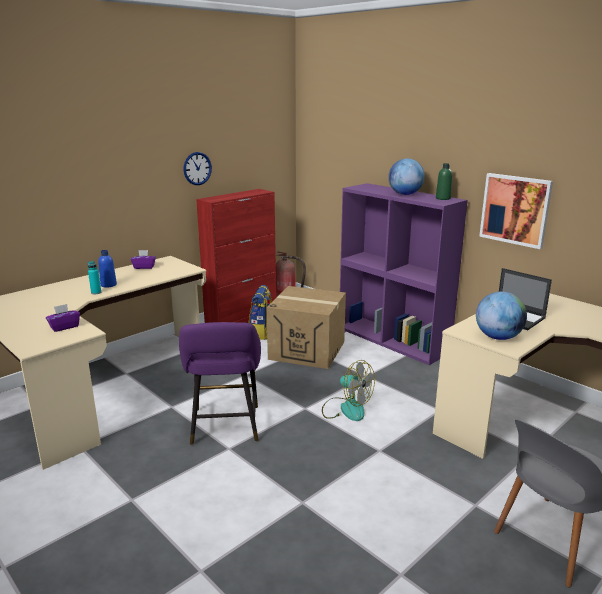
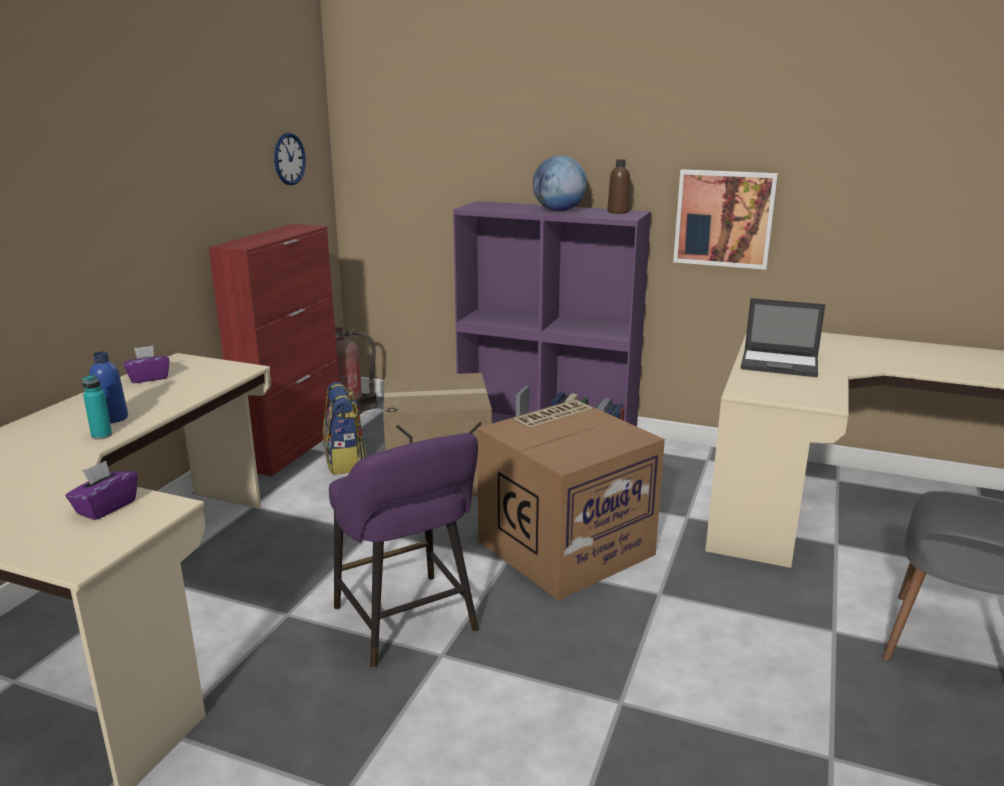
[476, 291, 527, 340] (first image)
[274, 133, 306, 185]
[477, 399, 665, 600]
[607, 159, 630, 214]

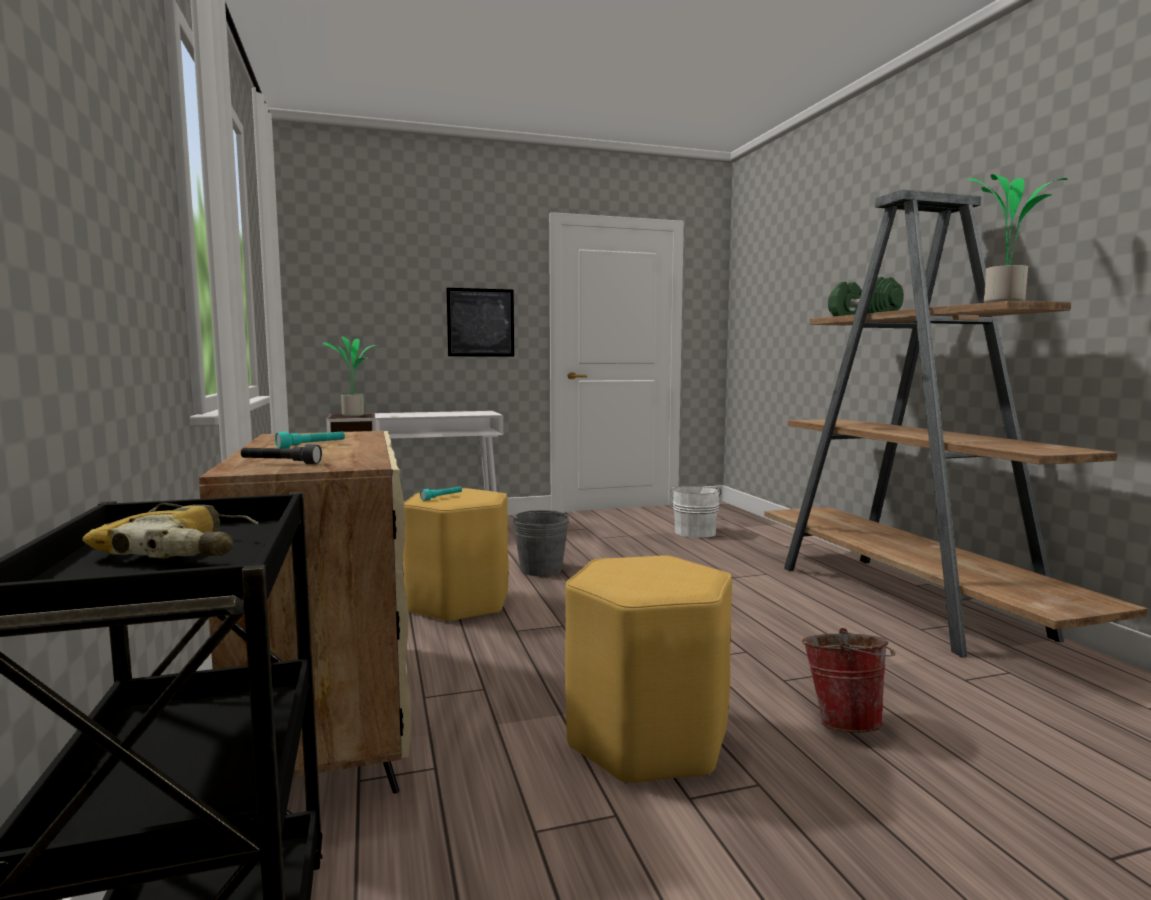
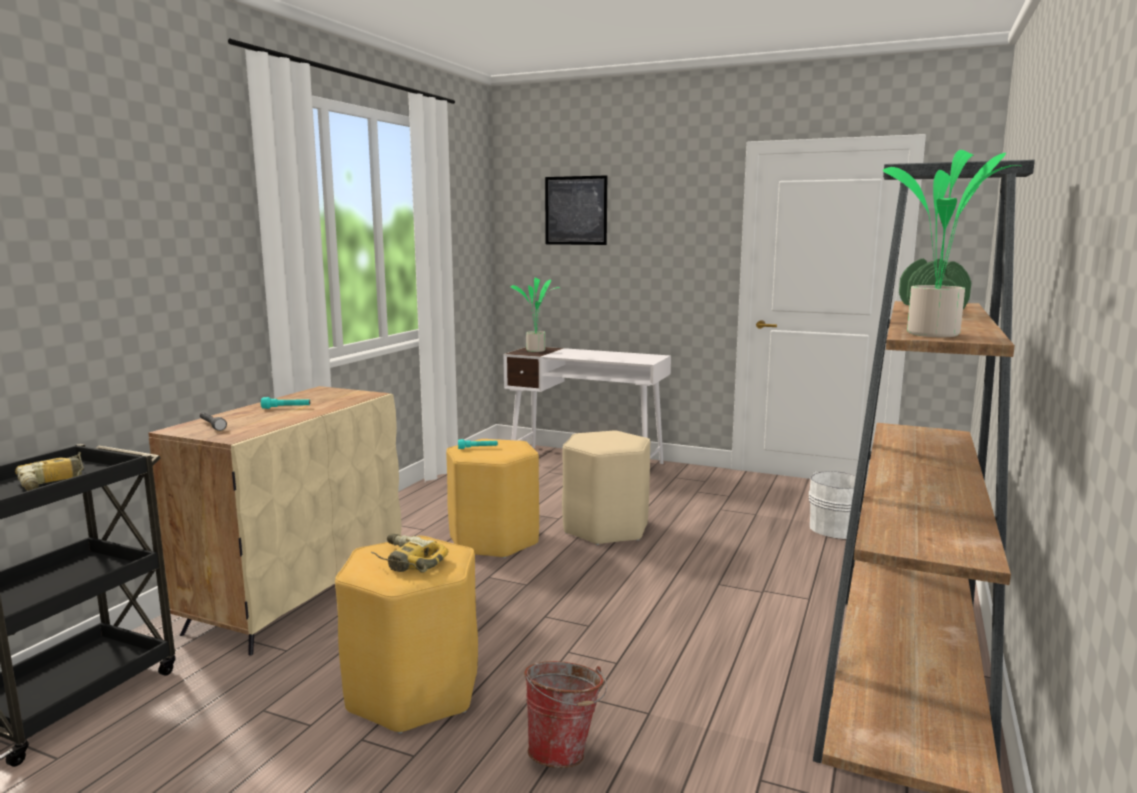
[371, 533, 449, 573]
[545, 175, 607, 245]
[562, 431, 650, 545]

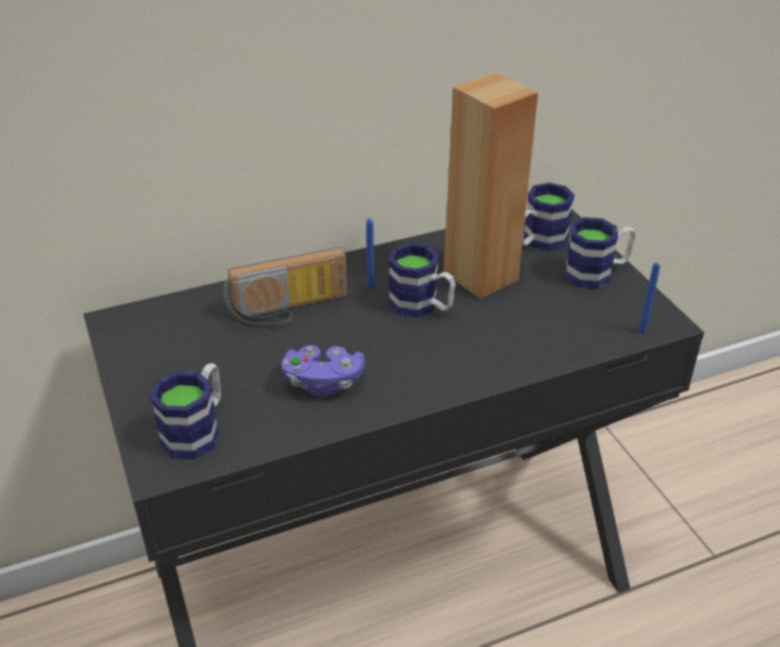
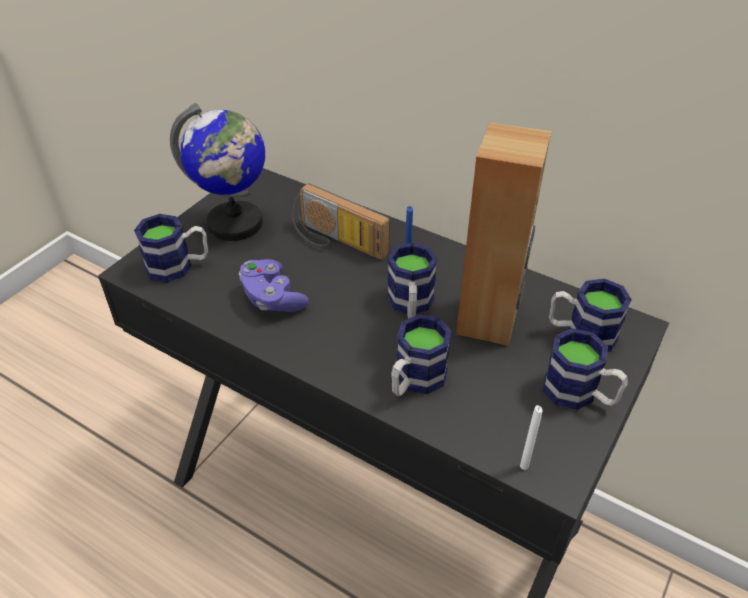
[170, 103, 265, 241]
[391, 314, 451, 396]
[520, 405, 543, 470]

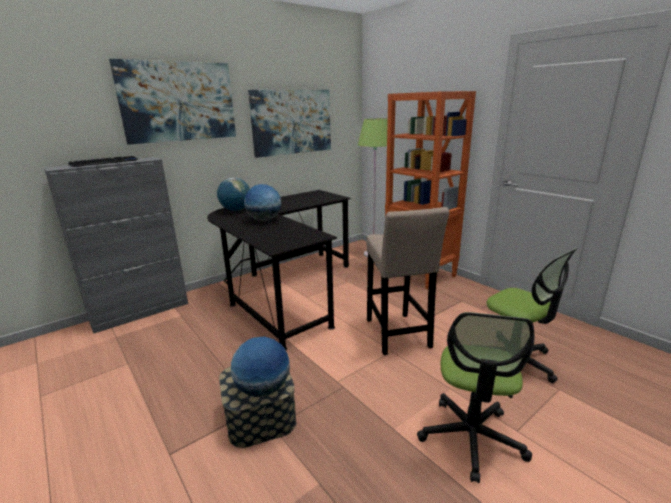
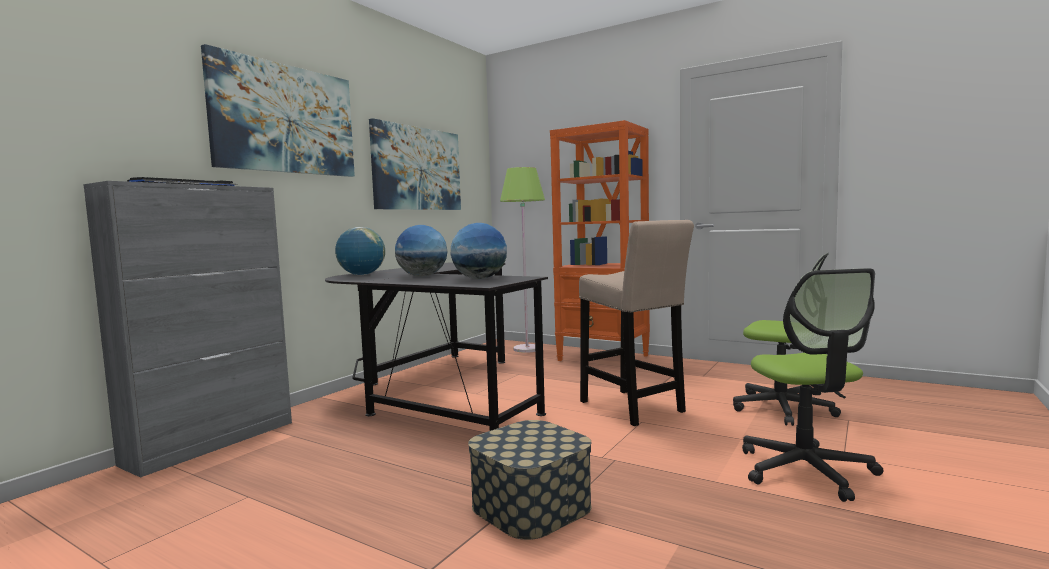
[451, 223, 507, 279]

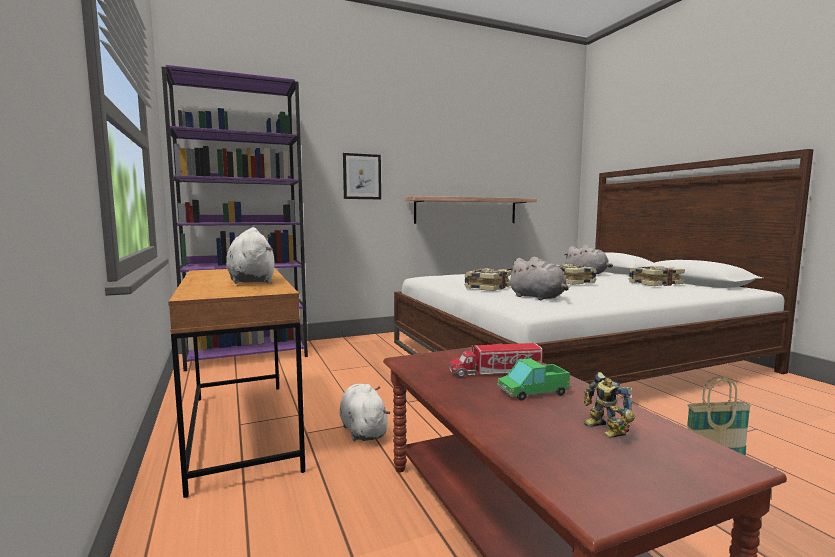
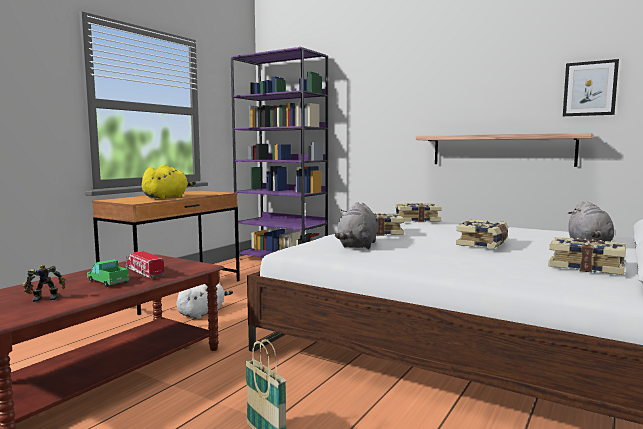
[395, 203, 442, 222]
[563, 59, 619, 116]
[142, 164, 196, 199]
[22, 265, 66, 302]

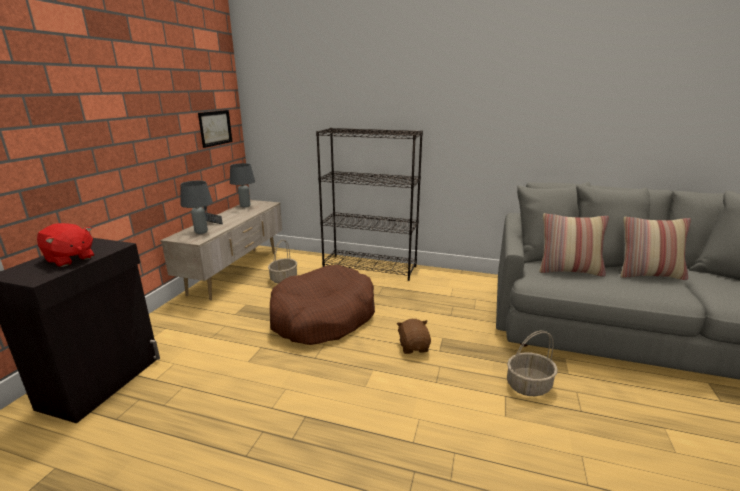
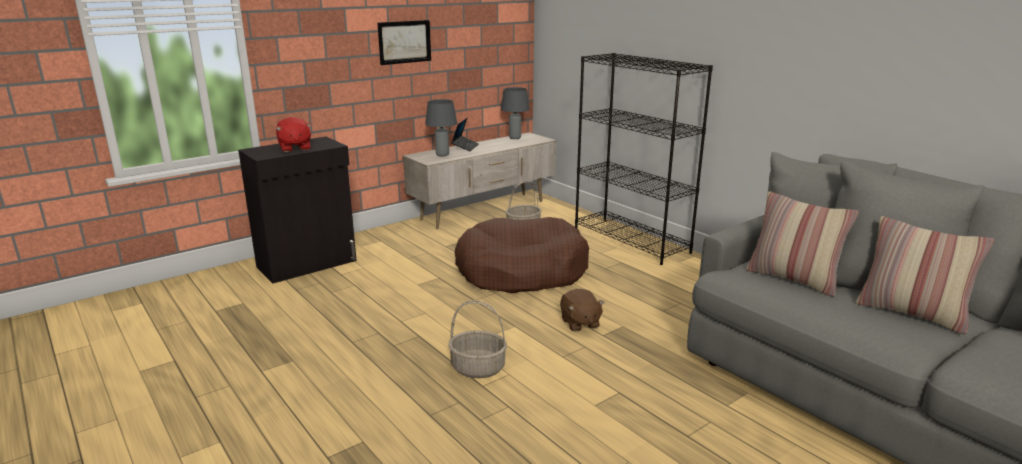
[378, 20, 431, 65]
[448, 300, 507, 378]
[560, 289, 605, 332]

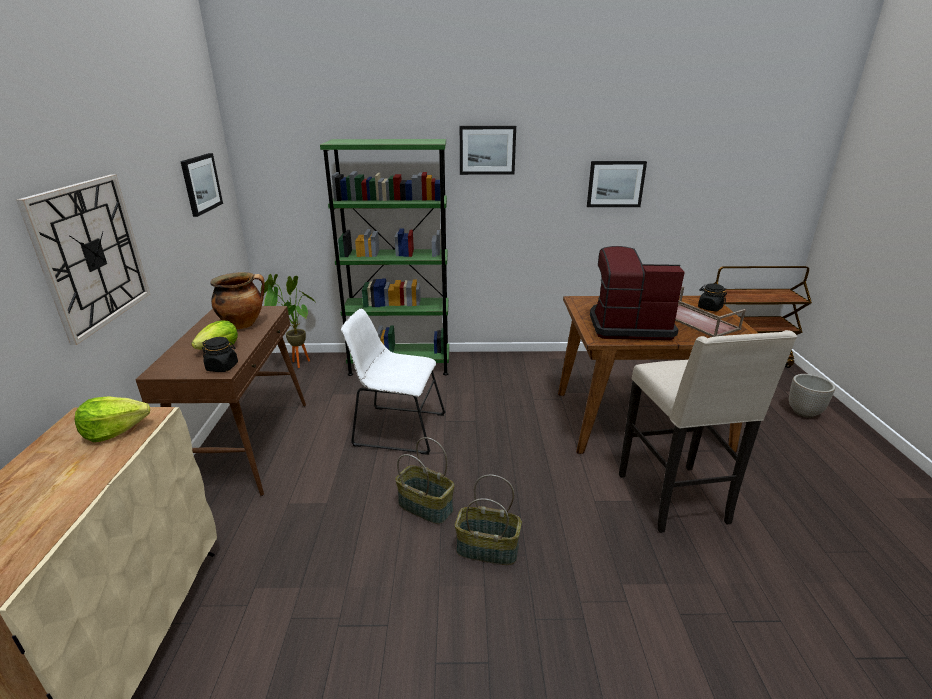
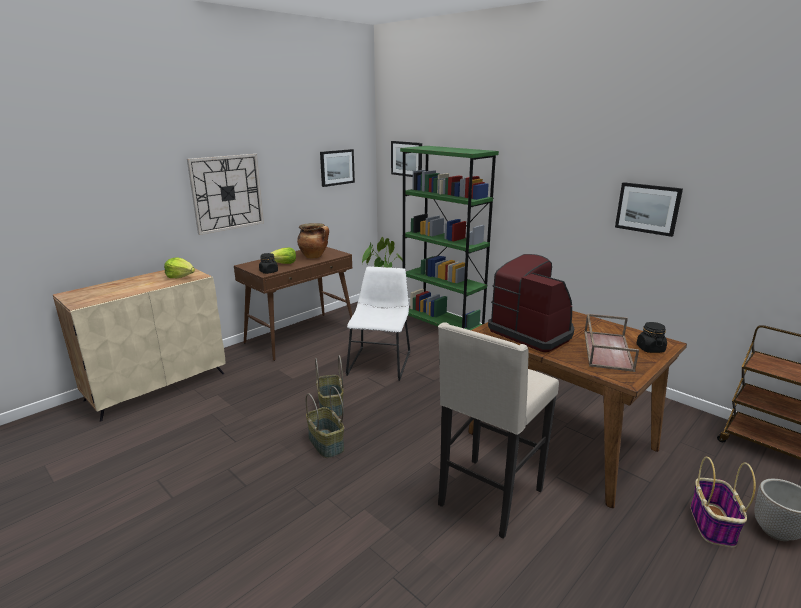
[690, 457, 756, 547]
[391, 141, 422, 177]
[346, 266, 410, 381]

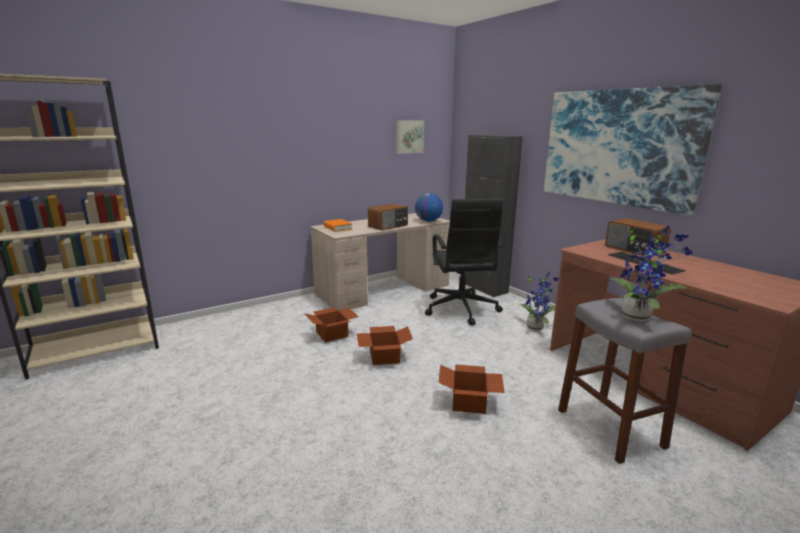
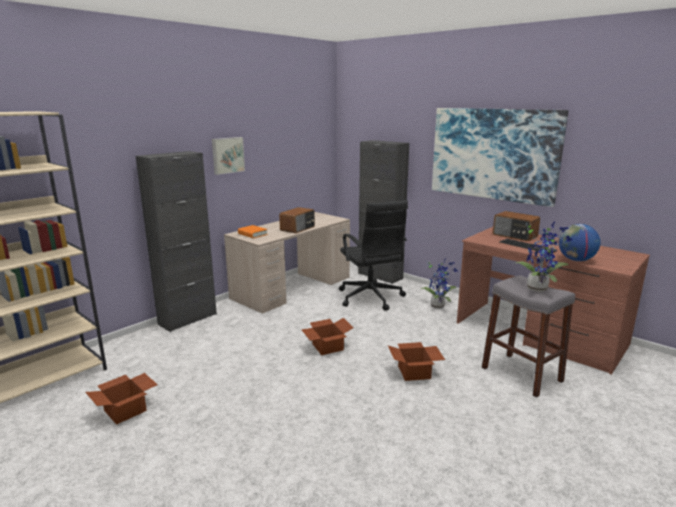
[136, 151, 217, 332]
[85, 373, 158, 425]
[212, 137, 245, 175]
[559, 224, 601, 261]

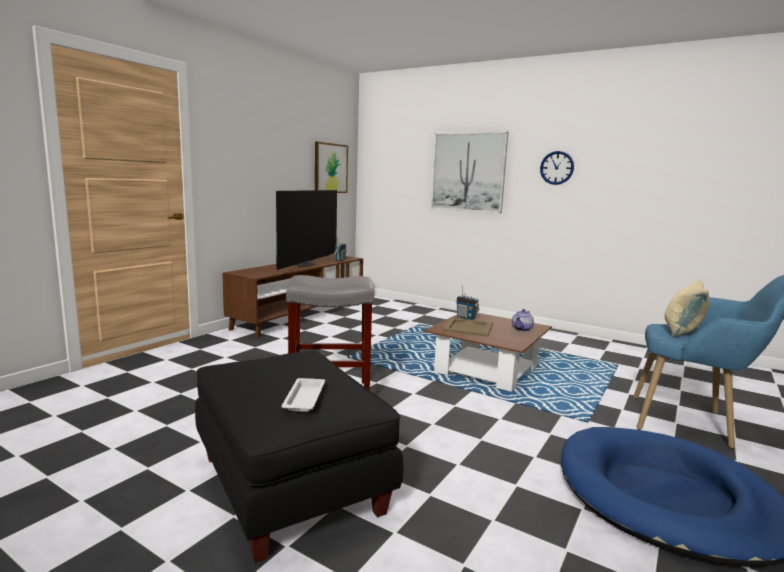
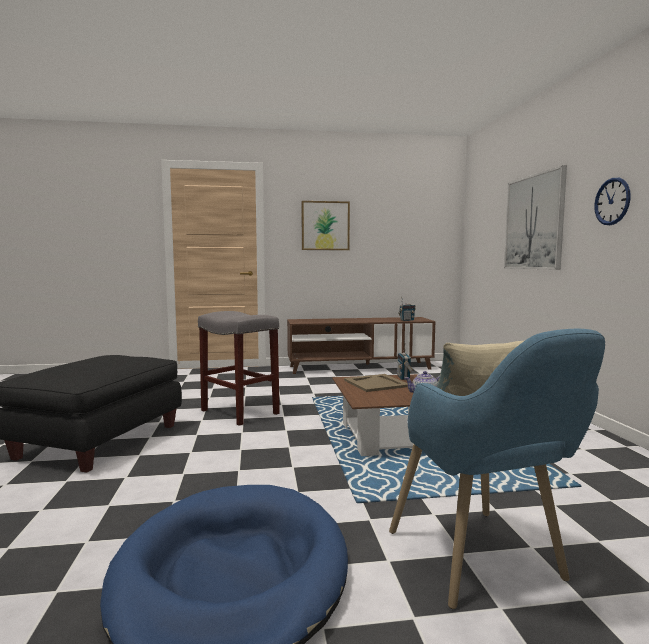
[276, 190, 337, 270] (first image)
[282, 378, 325, 412] (first image)
[301, 201, 350, 250]

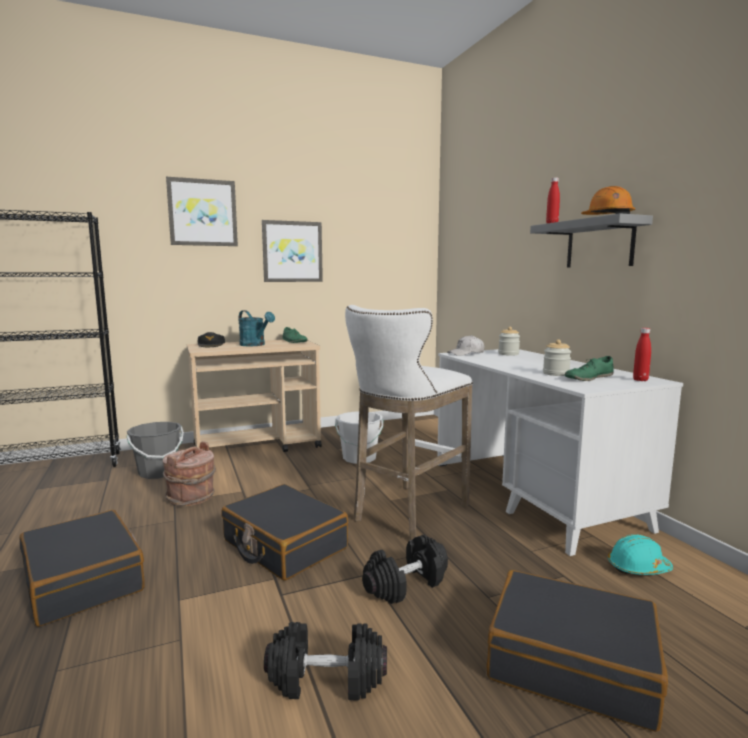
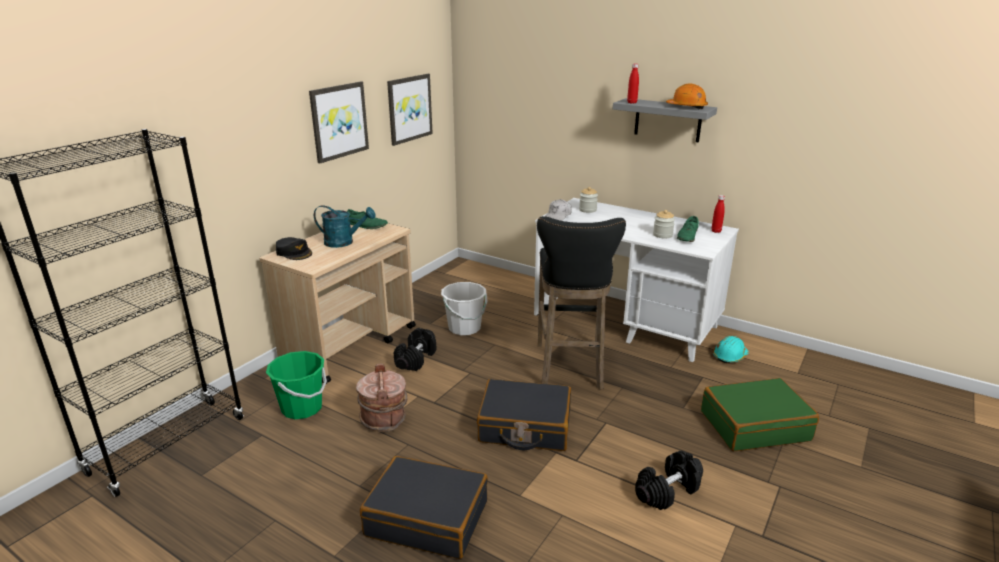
[387, 74, 433, 146]
[394, 328, 436, 371]
[266, 351, 327, 419]
[537, 216, 626, 389]
[701, 378, 819, 451]

